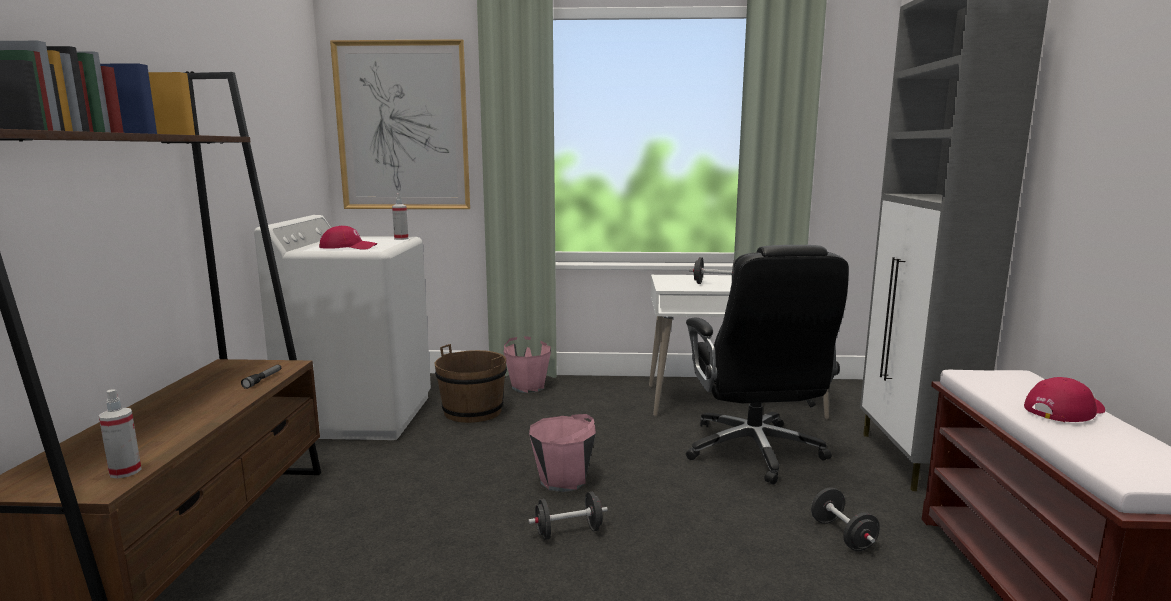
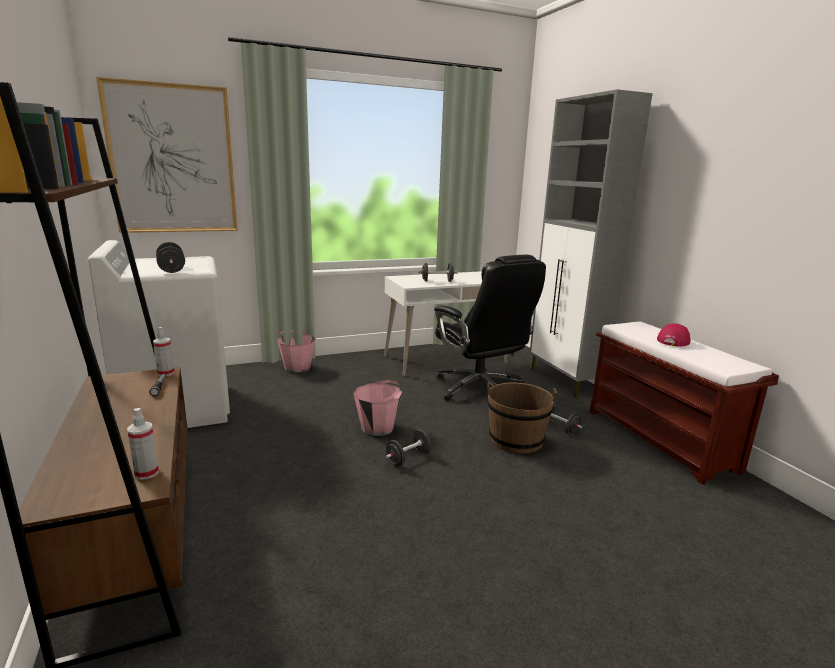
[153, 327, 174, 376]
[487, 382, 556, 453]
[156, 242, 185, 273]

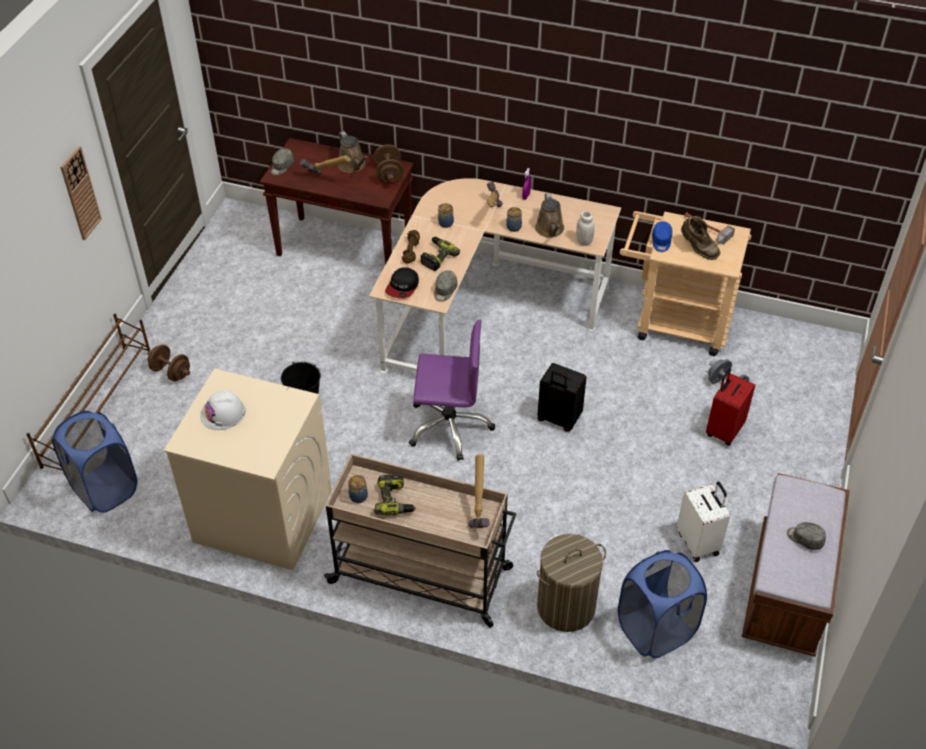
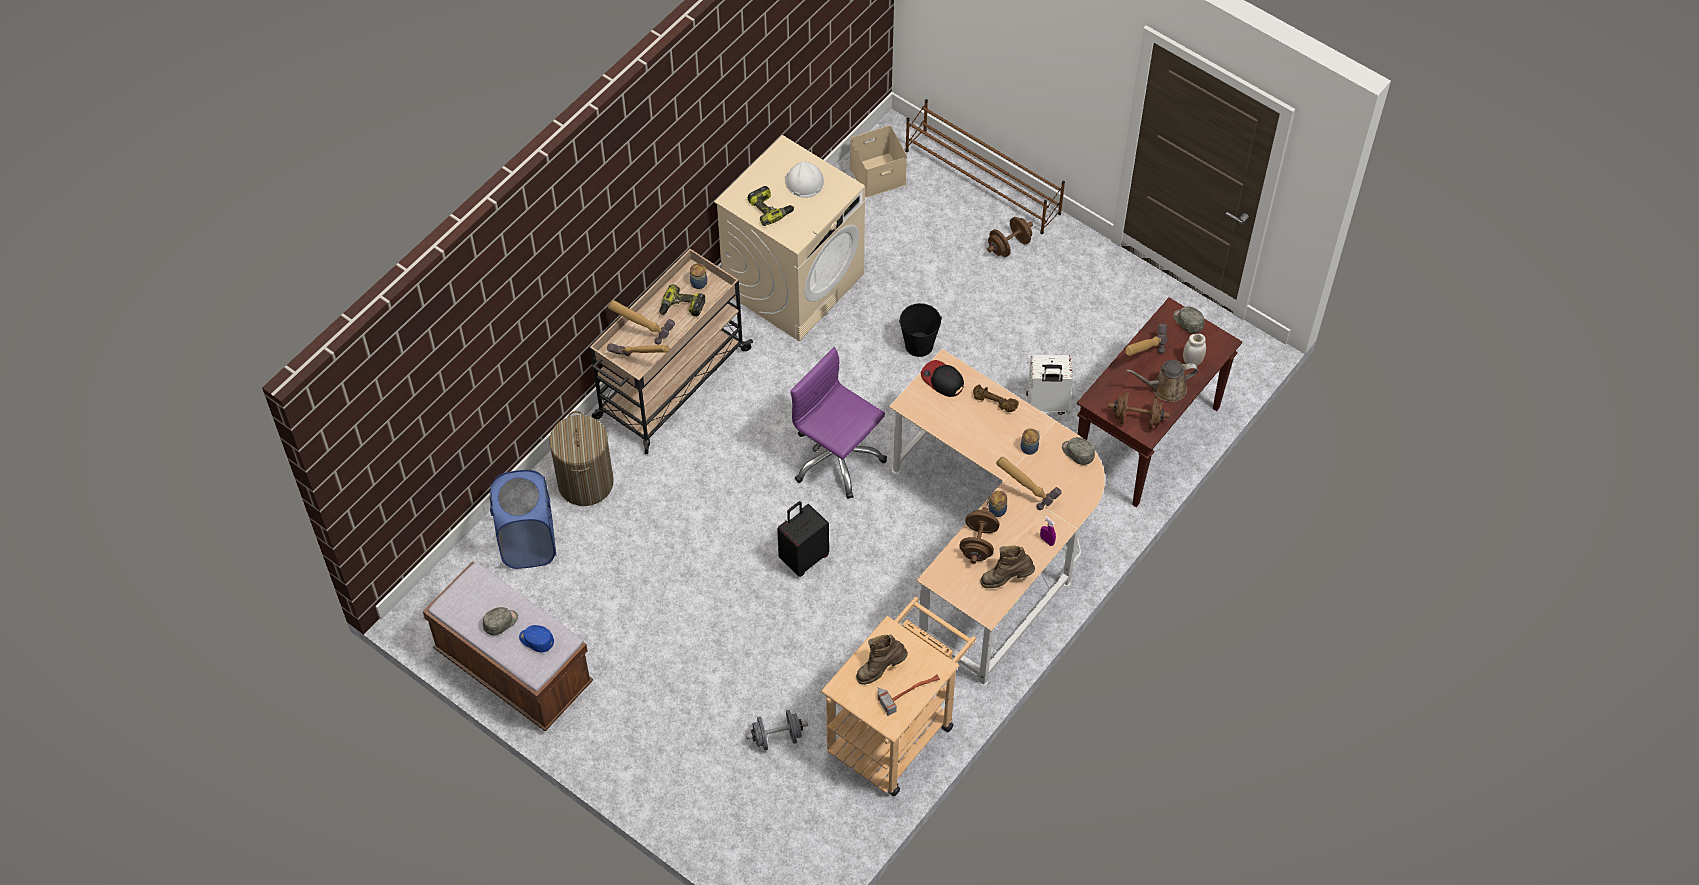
[60, 146, 102, 240] (first image)
[706, 368, 755, 445] (first image)
[608, 300, 675, 345]
[981, 546, 1035, 588]
[748, 186, 794, 226]
[1062, 437, 1095, 465]
[1183, 334, 1206, 365]
[519, 625, 554, 653]
[1026, 355, 1073, 415]
[850, 125, 907, 198]
[959, 507, 1000, 564]
[790, 347, 887, 499]

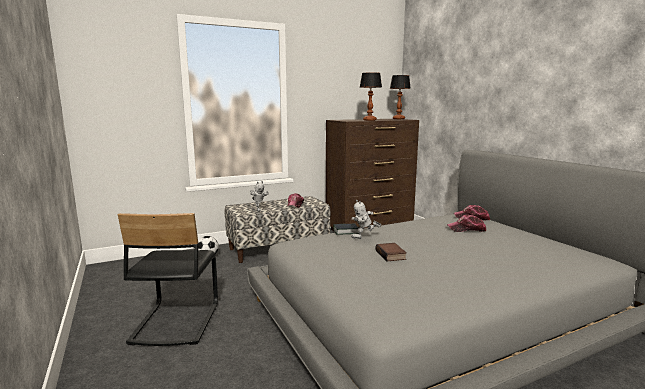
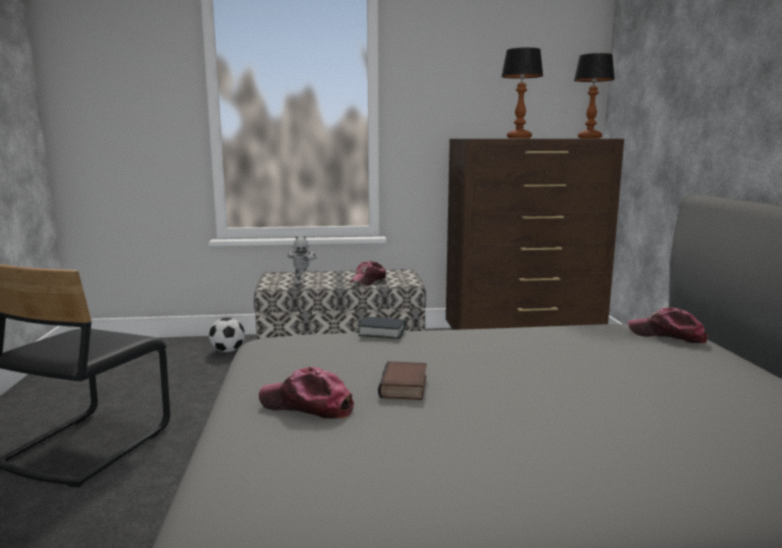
[351, 200, 381, 239] (first image)
[259, 367, 354, 419]

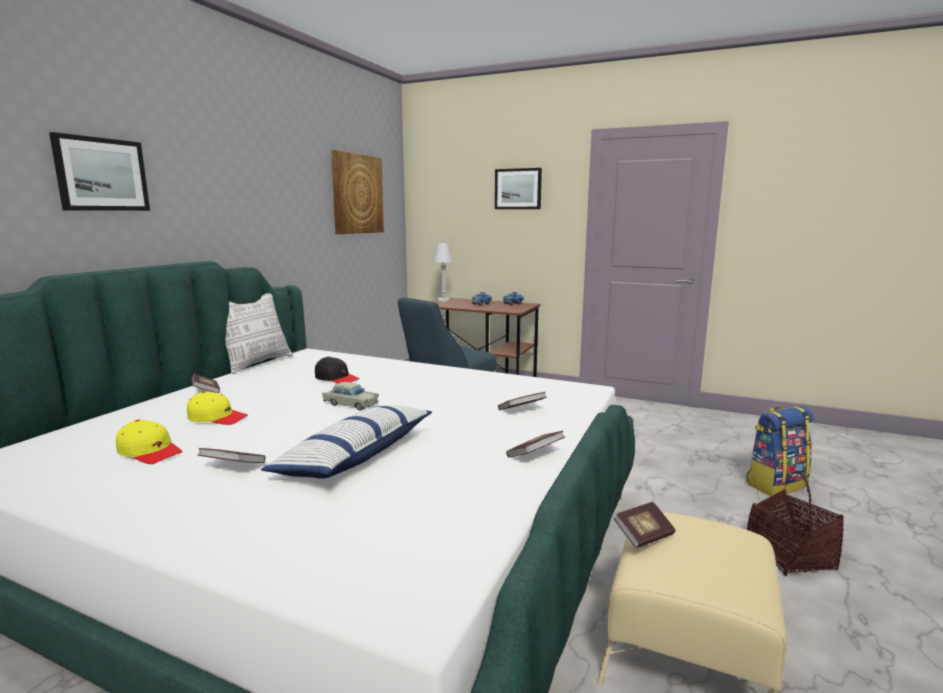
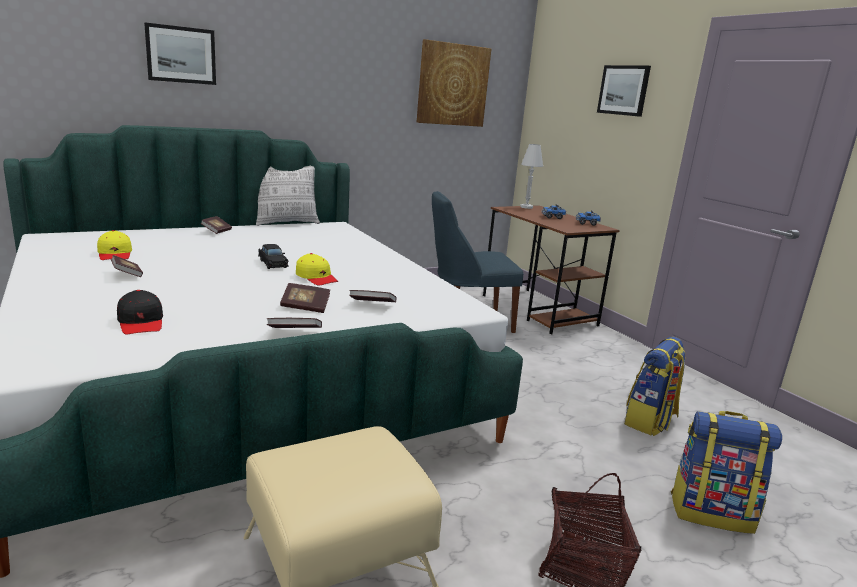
[261, 405, 432, 479] (first image)
[624, 337, 686, 436]
[296, 253, 338, 286]
[117, 290, 163, 335]
[280, 283, 330, 313]
[258, 244, 289, 269]

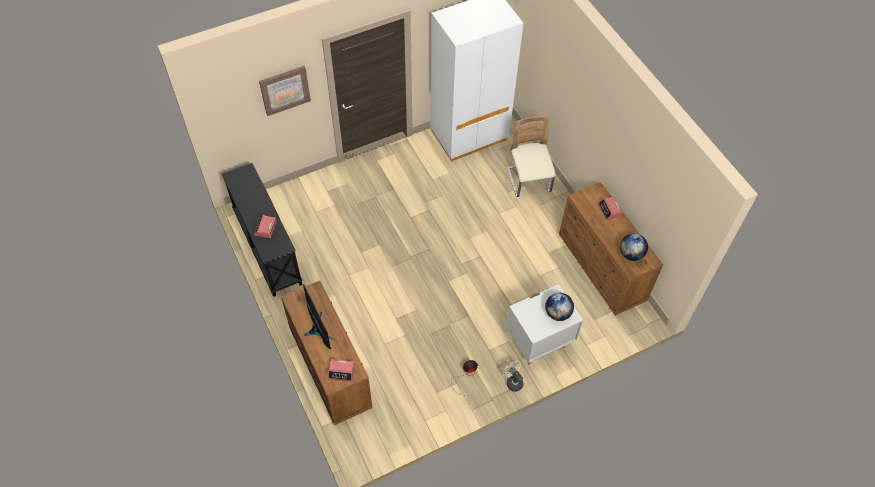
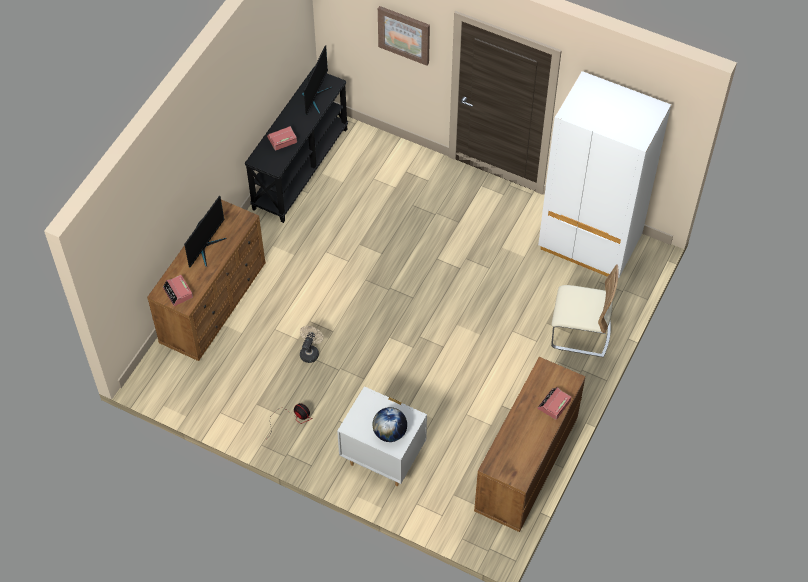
[620, 233, 648, 261] (first image)
[302, 45, 333, 115]
[300, 326, 324, 363]
[551, 264, 618, 357]

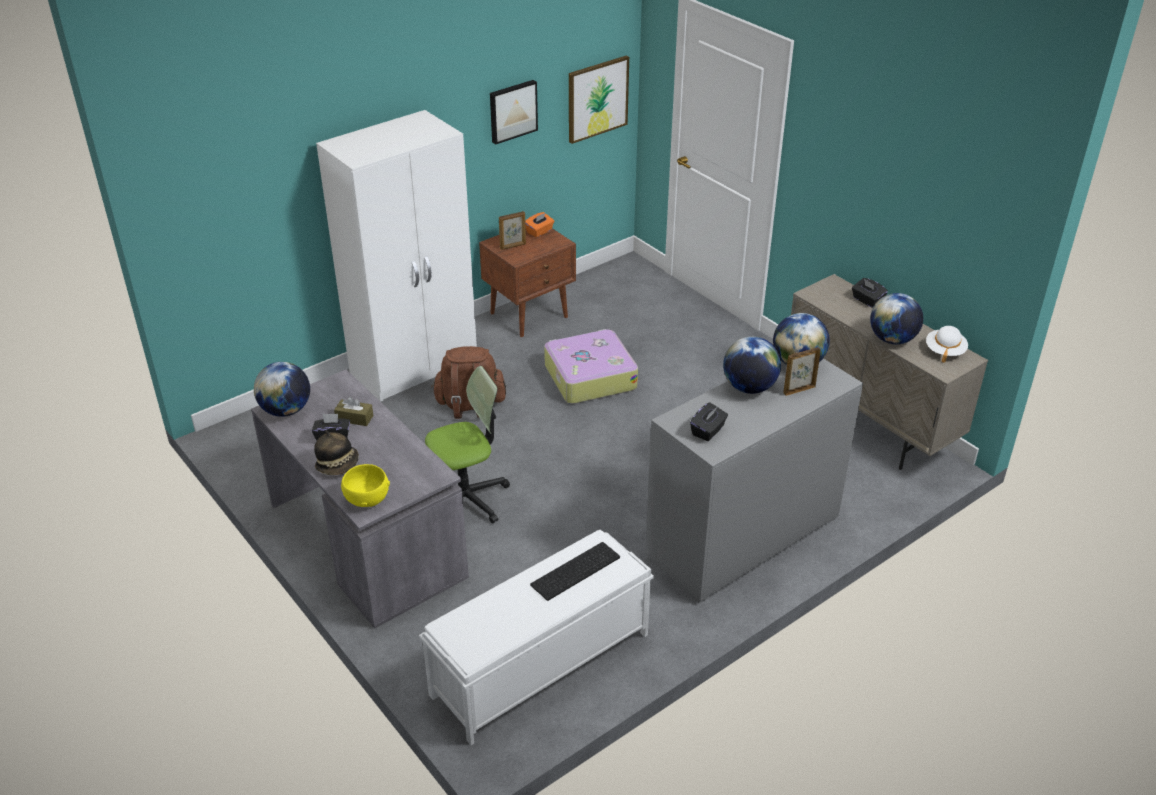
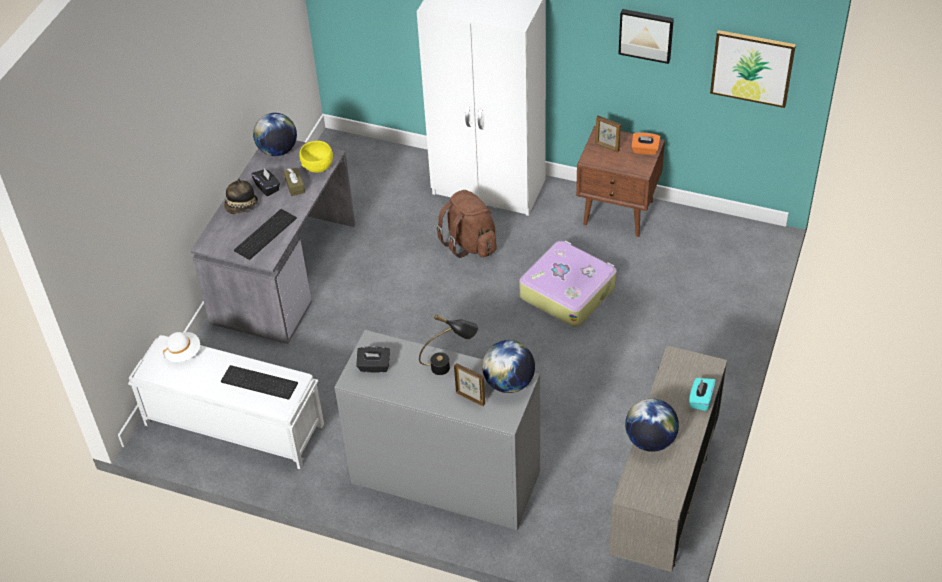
[425, 366, 510, 524] (first image)
[234, 209, 297, 260]
[299, 141, 333, 173]
[163, 332, 200, 362]
[419, 314, 478, 375]
[689, 378, 716, 411]

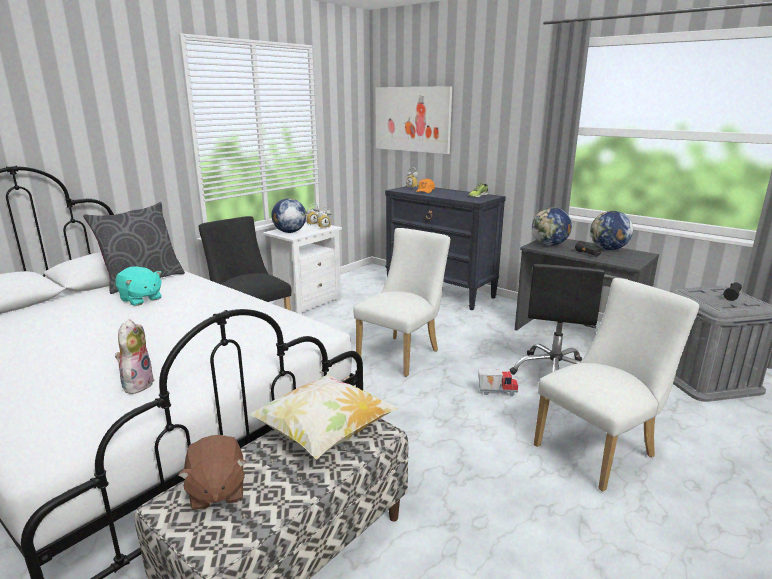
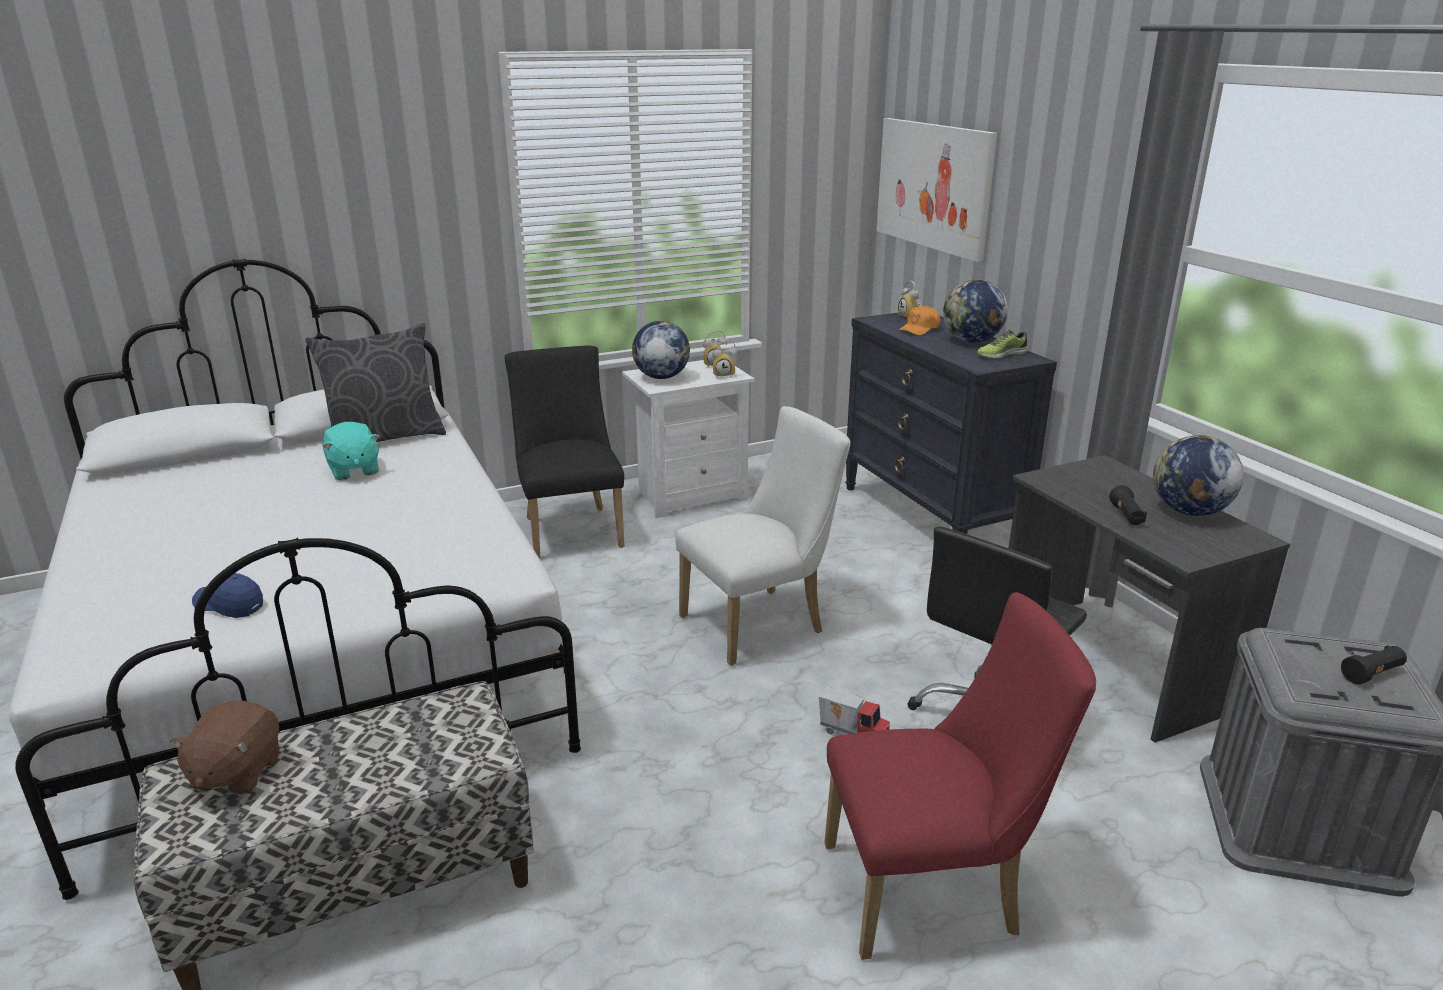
[248, 374, 398, 460] (first image)
[943, 280, 1008, 343]
[192, 573, 263, 618]
[824, 592, 1096, 960]

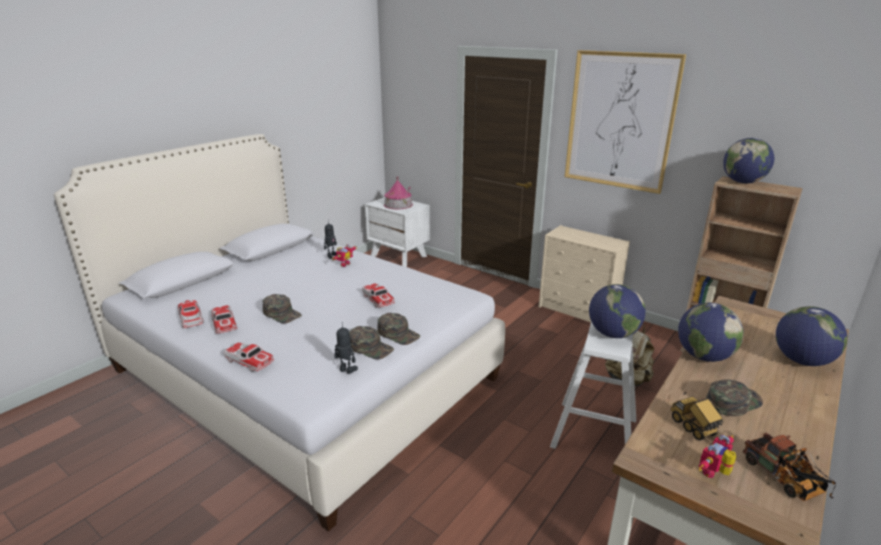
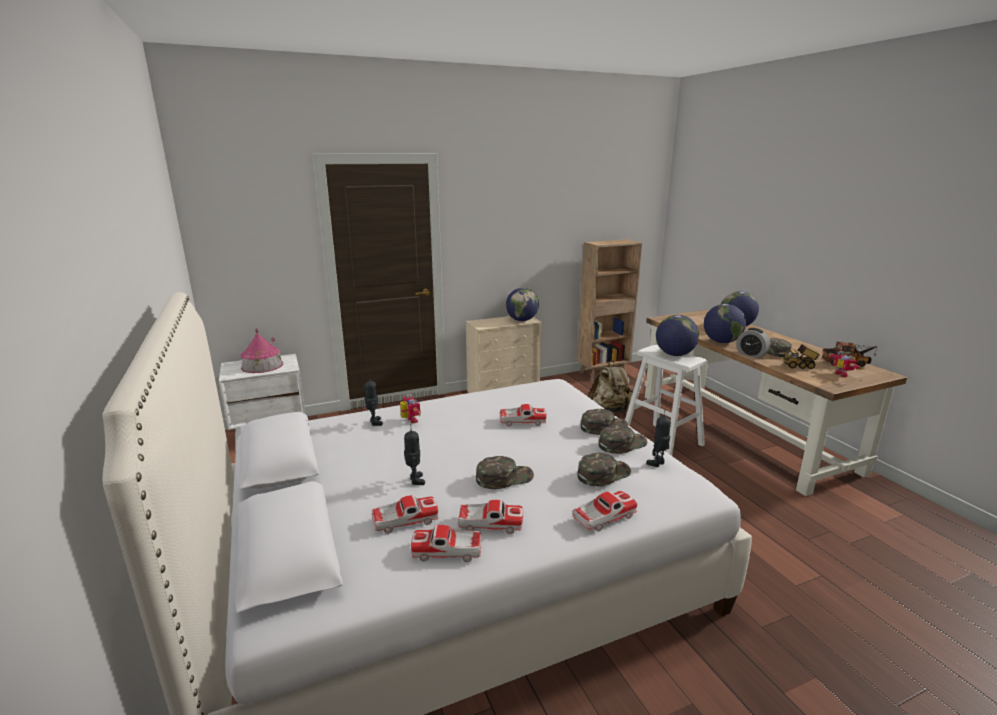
[565, 50, 686, 194] (first image)
[371, 495, 438, 534]
[404, 424, 425, 485]
[578, 453, 631, 486]
[736, 328, 771, 358]
[506, 288, 539, 321]

